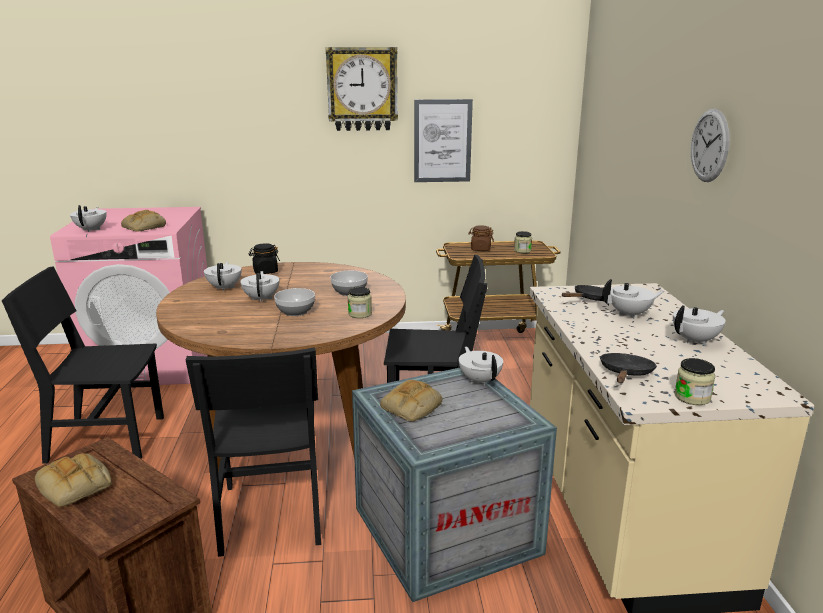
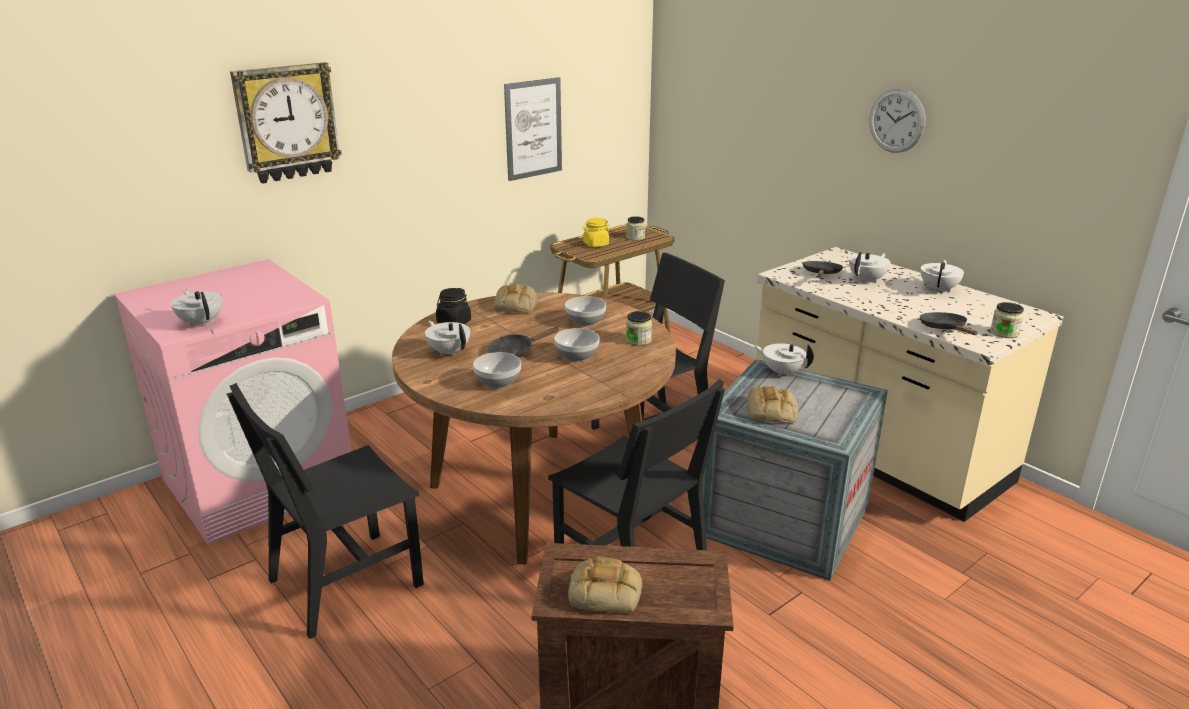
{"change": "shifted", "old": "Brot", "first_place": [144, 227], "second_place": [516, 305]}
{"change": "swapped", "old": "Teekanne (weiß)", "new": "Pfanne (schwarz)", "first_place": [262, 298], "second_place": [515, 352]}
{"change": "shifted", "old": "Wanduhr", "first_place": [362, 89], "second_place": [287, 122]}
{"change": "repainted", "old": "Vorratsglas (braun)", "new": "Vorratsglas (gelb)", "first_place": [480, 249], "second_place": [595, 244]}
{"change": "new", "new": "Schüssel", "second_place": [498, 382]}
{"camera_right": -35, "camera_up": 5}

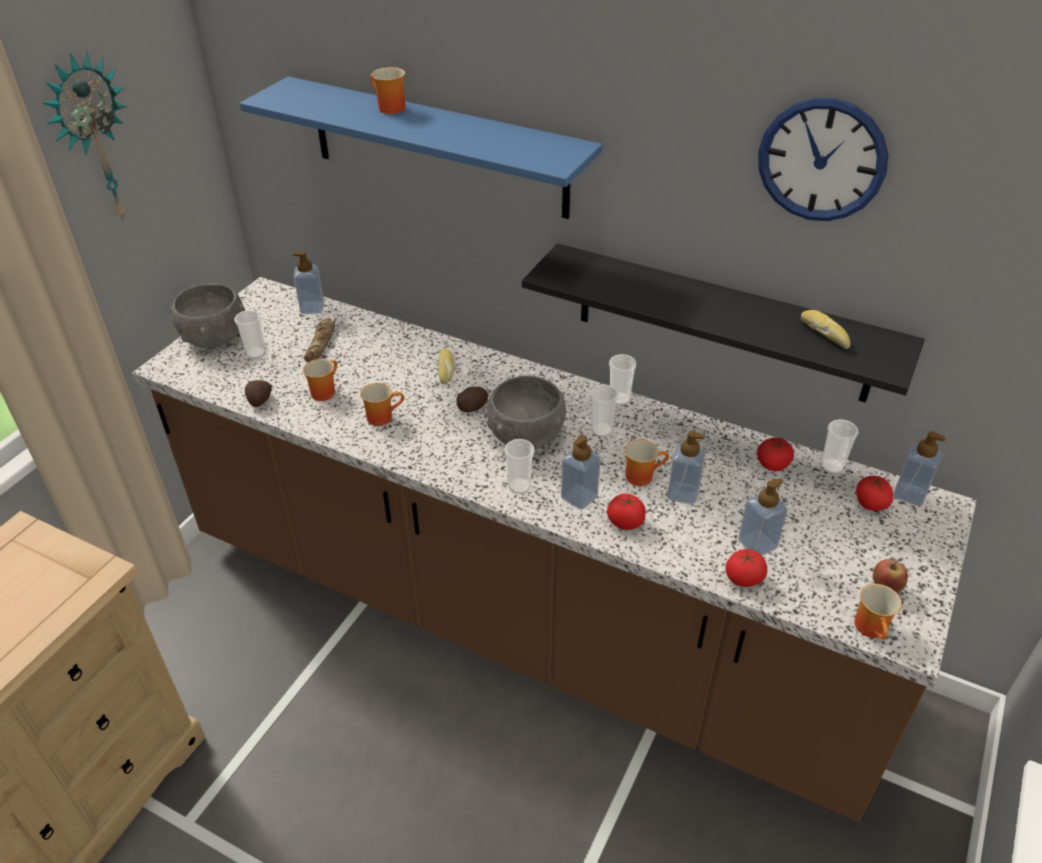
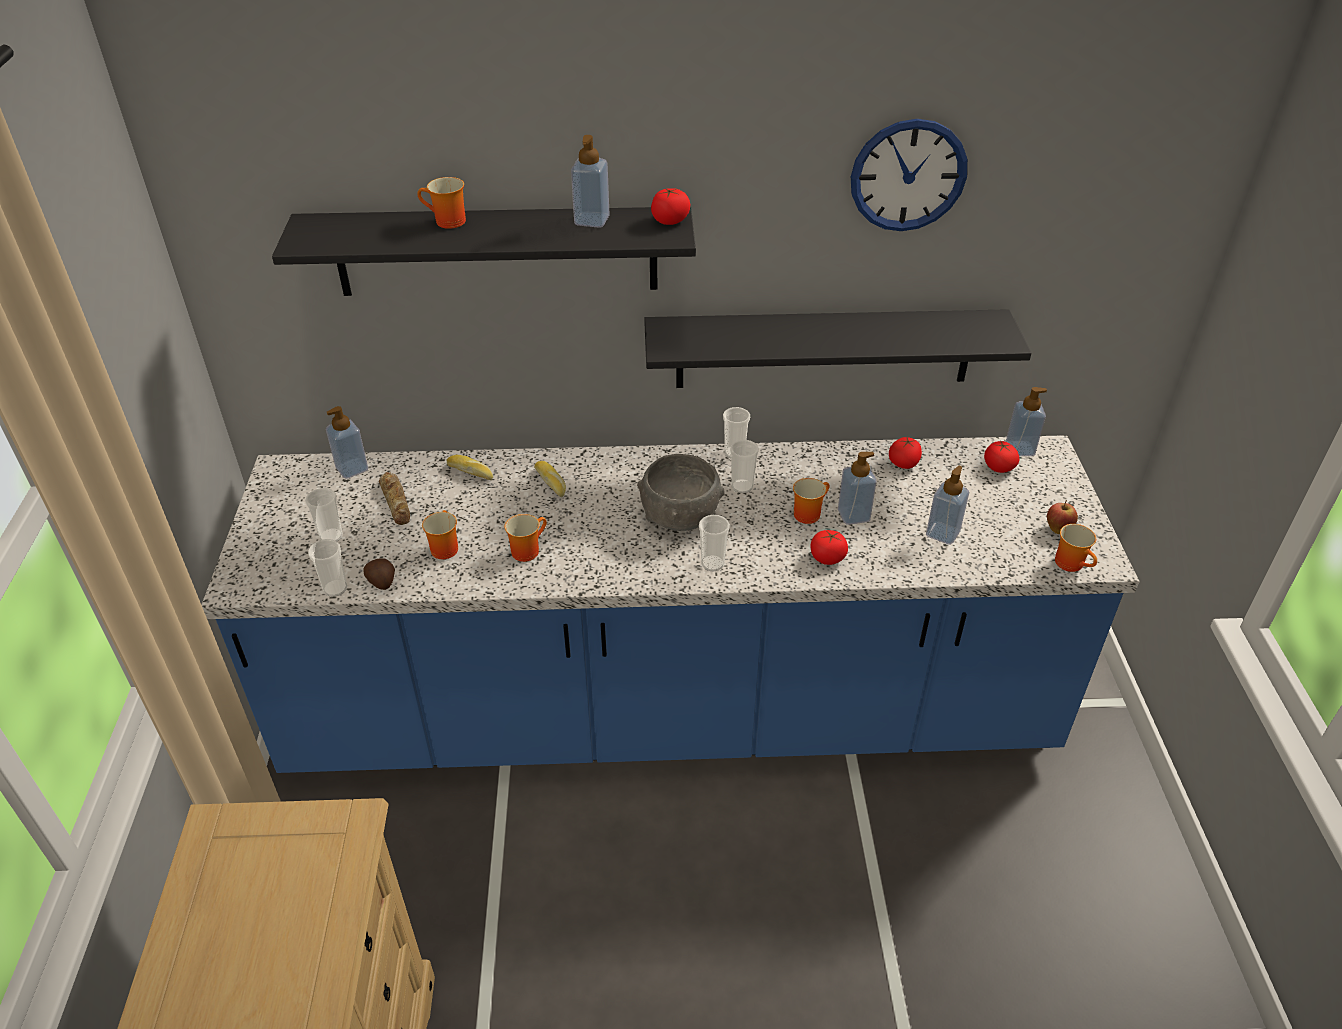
{"change": "gone", "old": "Wanduhr", "first_place": [93, 141]}
{"change": "repainted", "old": "Küchenzeile (braun)", "new": "Küchenzeile (blau)", "first_place": [522, 616], "second_place": [671, 711]}
{"change": "gone", "old": "Schüssel (grau)", "first_place": [214, 337]}
{"change": "repainted", "old": "Wandregal (blau)", "new": "Wandregal (schwarz)", "first_place": [437, 147], "second_place": [497, 251]}
{"change": "gone", "old": "Kartoffel", "first_place": [473, 408]}
{"change": "shifted", "old": "Seifenspender", "first_place": [579, 497], "second_place": [592, 220]}
{"change": "shifted", "old": "Tomate", "first_place": [743, 578], "second_place": [670, 221]}
{"change": "shifted", "old": "Brot", "first_place": [825, 334], "second_place": [471, 472]}
{"change": "shifted", "old": "Tasse", "first_place": [832, 466], "second_place": [335, 588]}
{"camera_right": -30, "camera_up": 0}

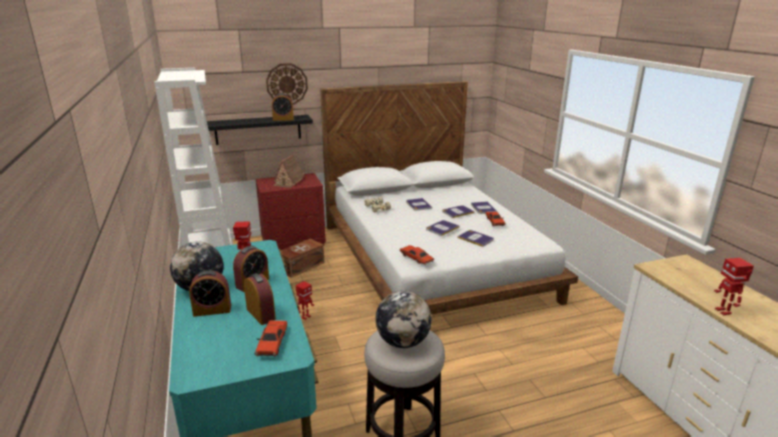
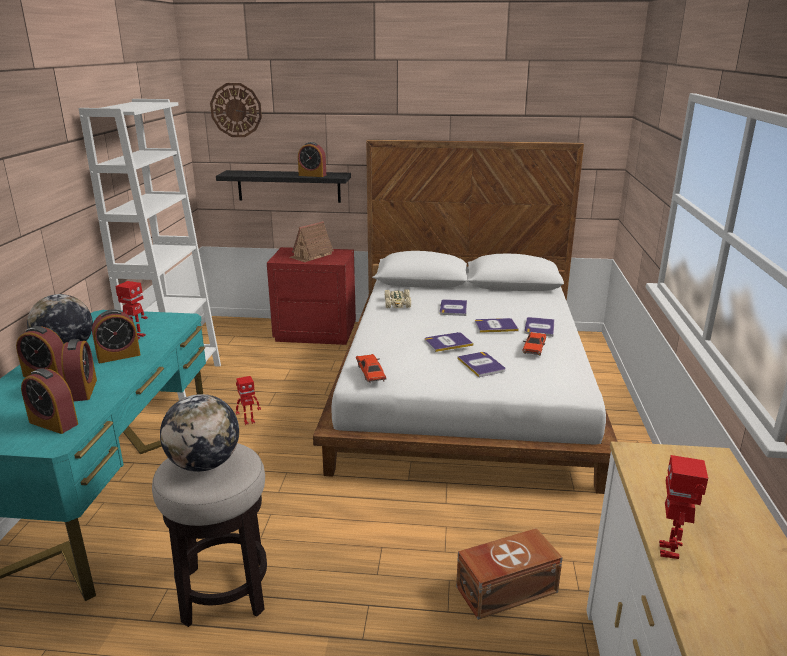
{"change": "swapped", "old": "Spielzeugauto (rot)", "new": "Wecker", "first_place": [272, 343], "second_place": [53, 423]}
{"change": "shifted", "old": "Wanduhr", "first_place": [287, 84], "second_place": [236, 110]}
{"change": "shifted", "old": "Aufbewahrungsbox (braun)", "first_place": [300, 266], "second_place": [504, 588]}
{"camera_right": 25, "camera_up": 0}

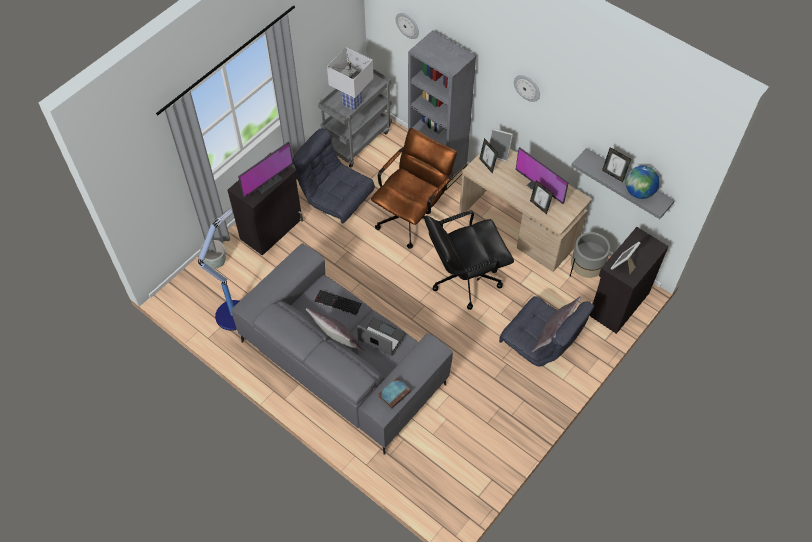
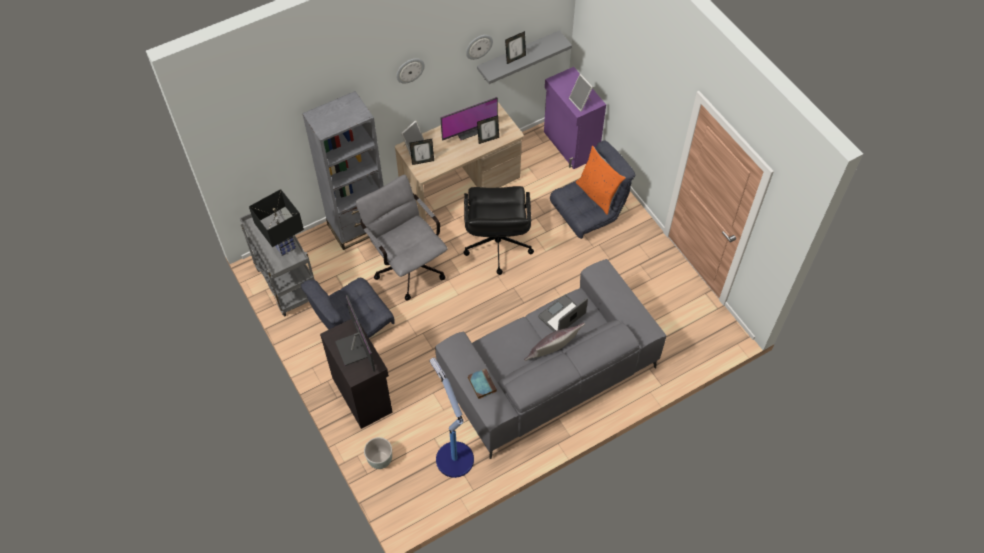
{"change": "gone", "old": "Tastatur", "first_place": [337, 303]}
{"change": "repainted", "old": "Tischlampe (weiß)", "new": "Tischlampe (schwarz)", "first_place": [352, 103], "second_place": [284, 247]}
{"change": "repainted", "old": "Bürostuhl (braun)", "new": "Bürostuhl (grau)", "first_place": [413, 216], "second_place": [406, 264]}
{"change": "shifted", "old": "Buch", "first_place": [394, 393], "second_place": [481, 384]}
{"change": "shifted", "old": "Wanduhr", "first_place": [408, 25], "second_place": [478, 46]}
{"change": "repainted", "old": "Kissen (grau)", "new": "Kissen (orange)", "first_place": [552, 336], "second_place": [597, 194]}
{"change": "gone", "old": "Pflanzkübel (grau)", "first_place": [585, 271]}
{"change": "repainted", "old": "Schrank (schwarz)", "new": "Schrank (lila)", "first_place": [618, 303], "second_place": [570, 145]}
{"change": "gone", "old": "Globus", "first_place": [639, 192]}
{"camera_right": -70, "camera_up": 0}

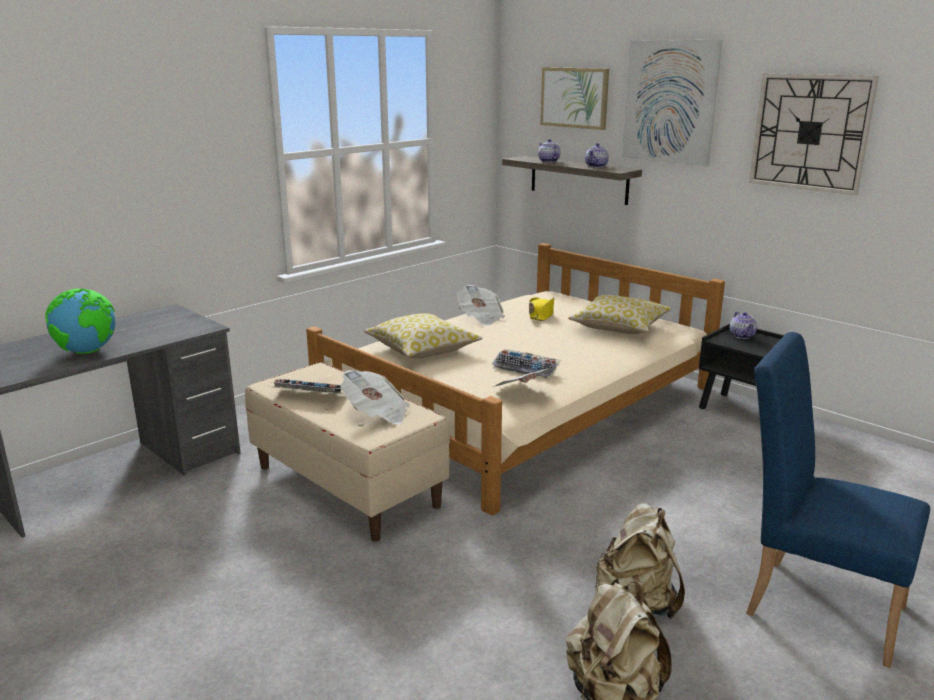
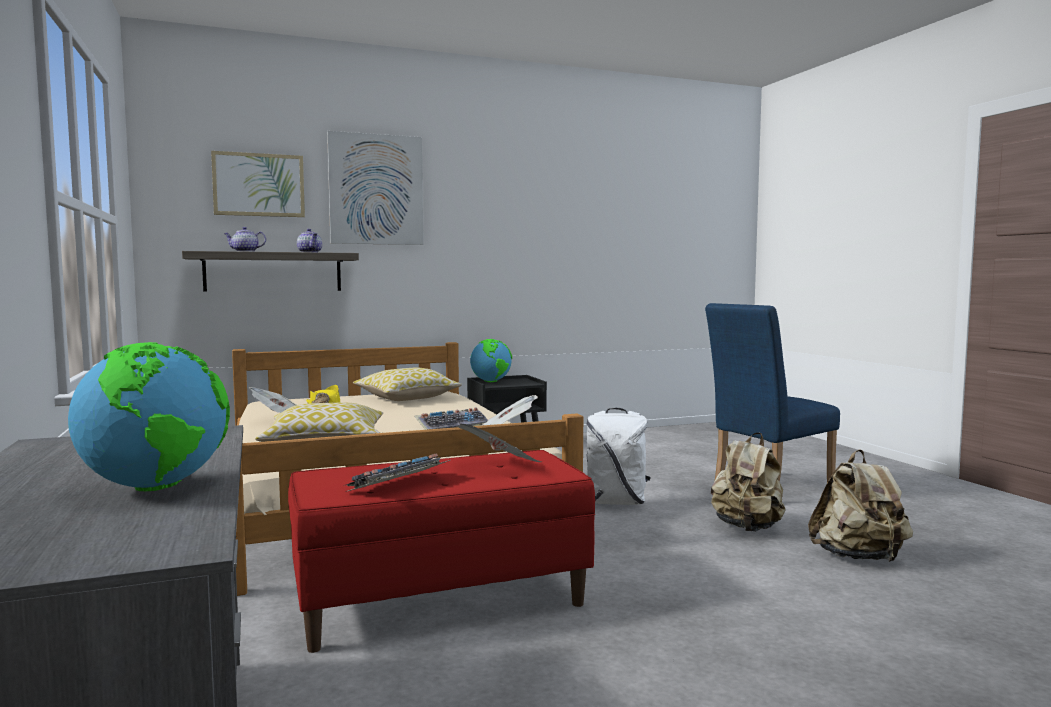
{"change": "repainted", "old": "Bank (beige)", "new": "Bank (rot)", "first_place": [347, 486], "second_place": [441, 601]}
{"change": "swapped", "old": "Teekanne", "new": "Globus", "first_place": [742, 335], "second_place": [491, 382]}
{"change": "gone", "old": "Wanduhr", "first_place": [810, 132]}
{"change": "new", "new": "Rucksack (weiß)", "second_place": [616, 502]}
{"camera_right": -65, "camera_up": -15}

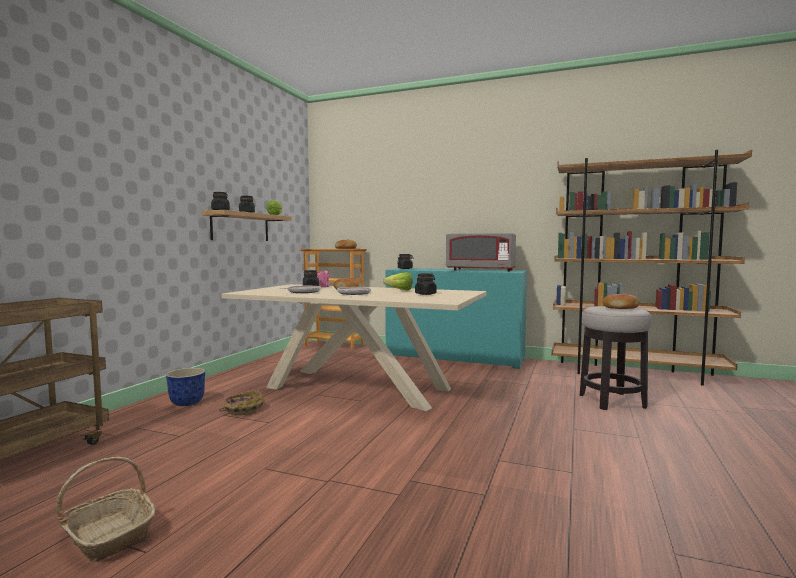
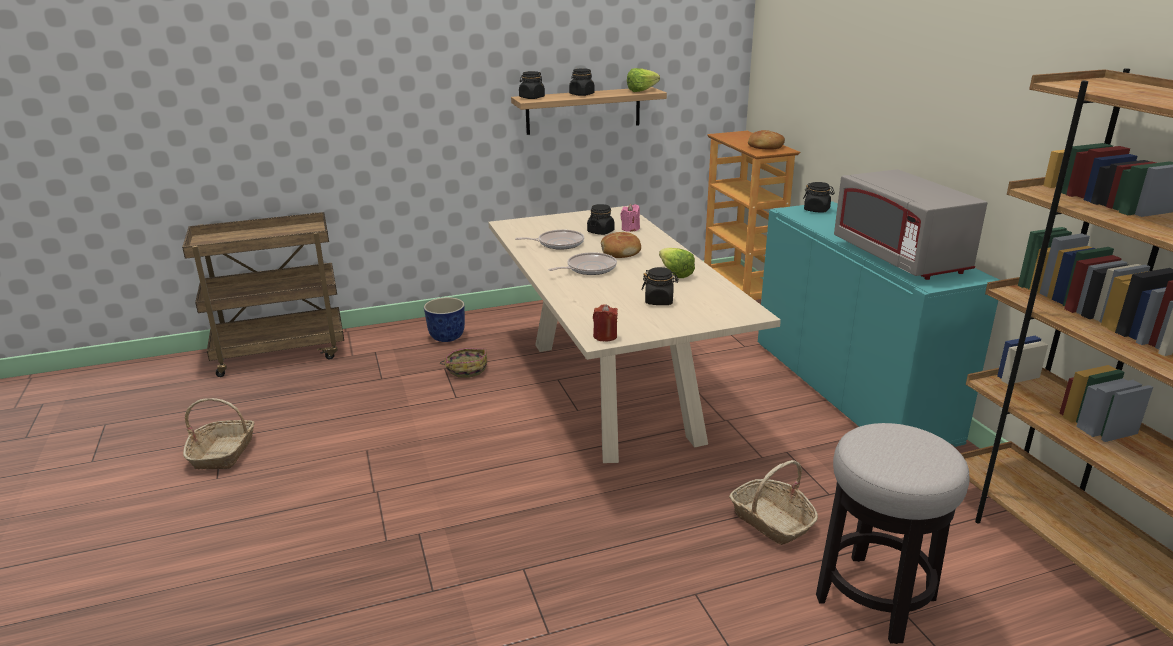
{"change": "gone", "old": "Brot", "first_place": [621, 307]}
{"change": "new", "new": "Kerze (rot)", "second_place": [605, 336]}
{"change": "new", "new": "Korb", "second_place": [771, 521]}
{"camera_right": 50, "camera_up": 20}

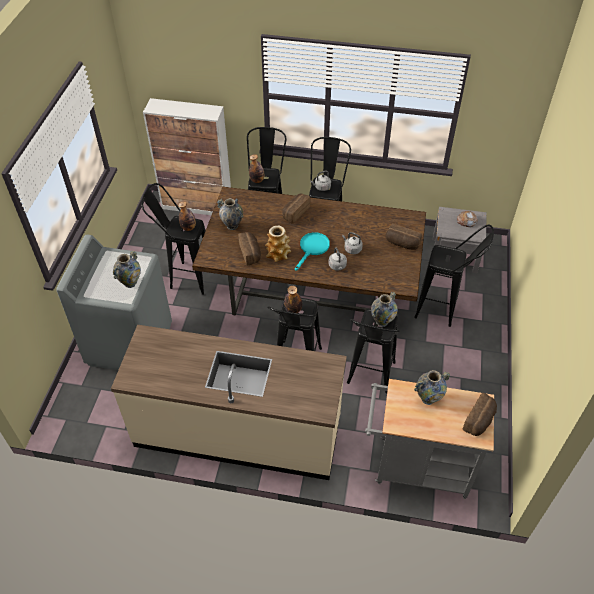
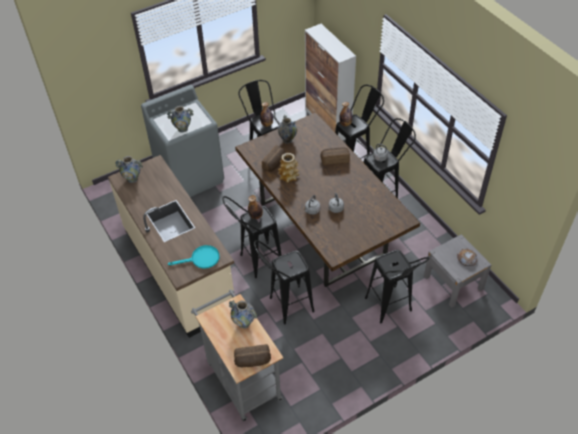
{"change": "shifted", "old": "Pfanne (türkis)", "first_place": [312, 248], "second_place": [201, 259]}
{"change": "shifted", "old": "Vase", "first_place": [382, 321], "second_place": [132, 179]}
{"change": "gone", "old": "Brot", "first_place": [402, 244]}
{"camera_right": 50, "camera_up": 0}

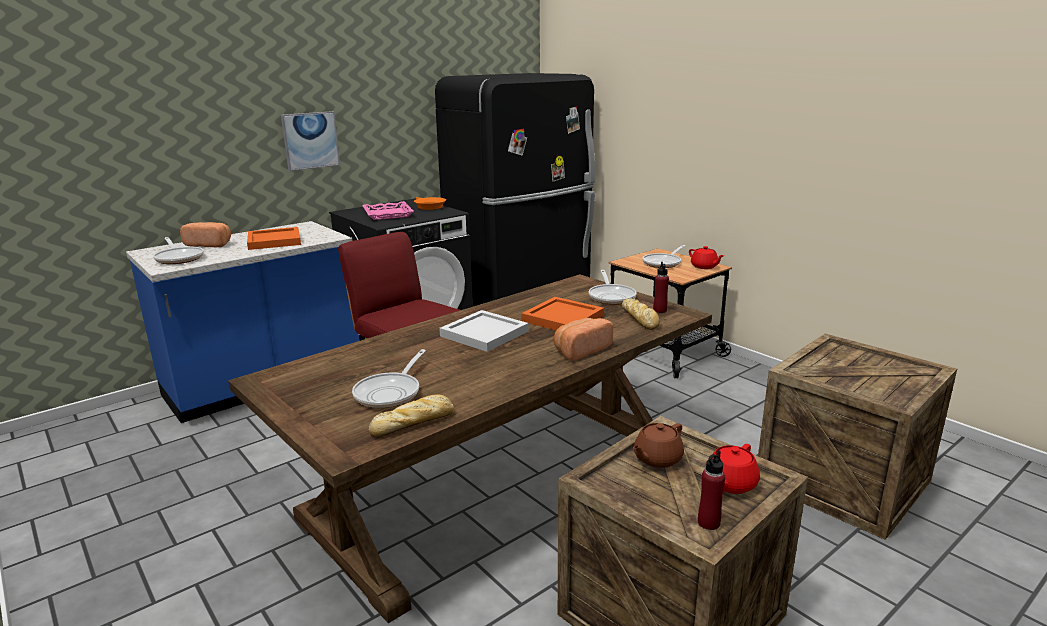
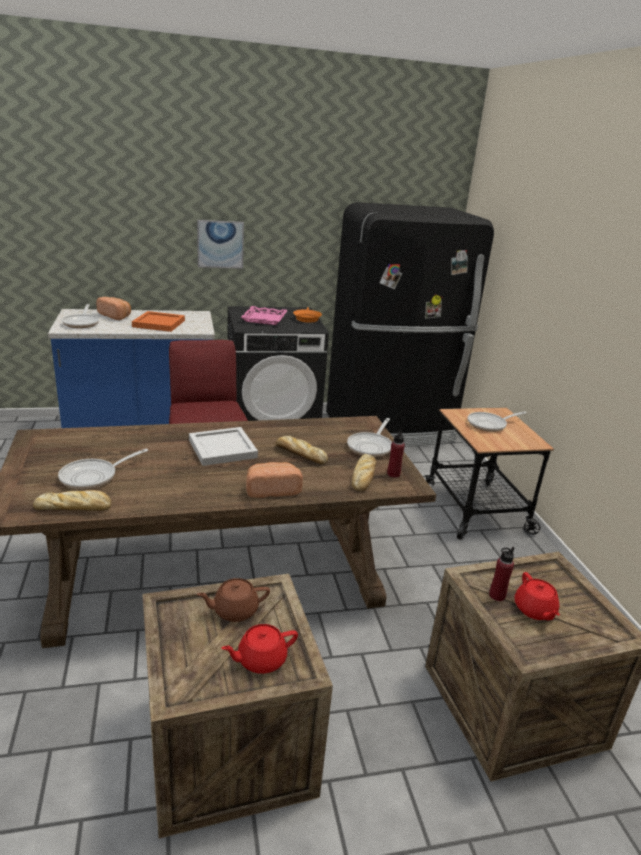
{"change": "swapped", "old": "Tablett (orange)", "new": "Brot", "first_place": [561, 318], "second_place": [299, 454]}
{"change": "shifted", "old": "Teekanne (rot)", "first_place": [704, 267], "second_place": [534, 610]}
{"change": "shifted", "old": "Flasche (rot)", "first_place": [708, 523], "second_place": [497, 595]}
{"camera_right": 25, "camera_up": 5}

